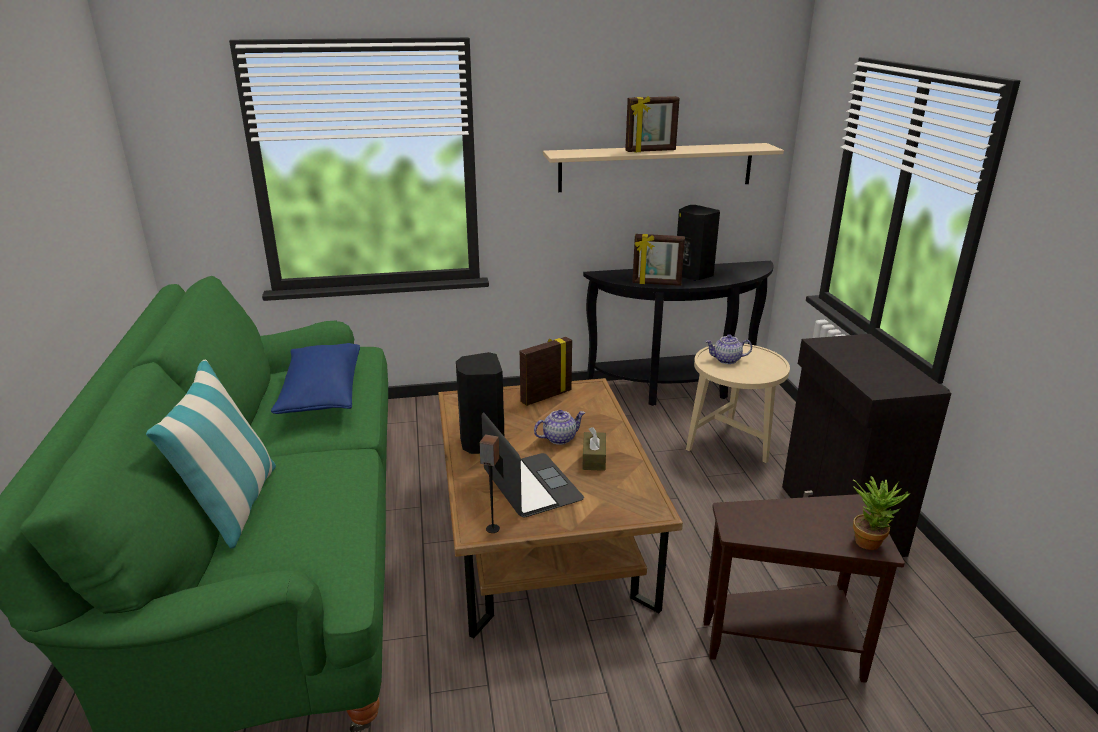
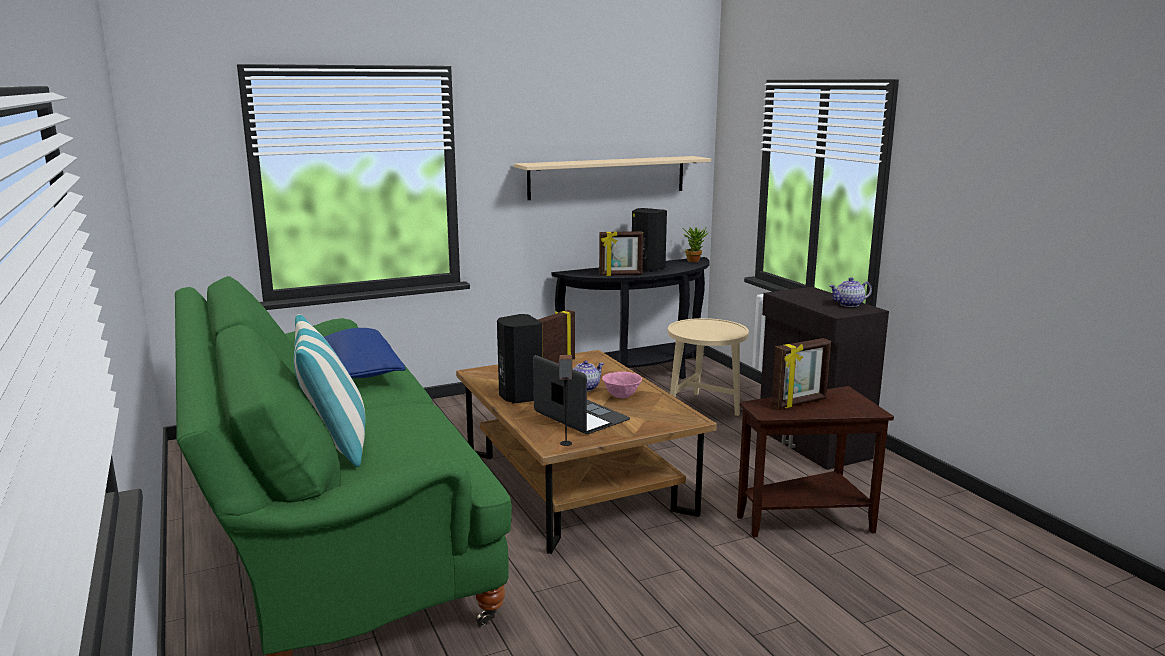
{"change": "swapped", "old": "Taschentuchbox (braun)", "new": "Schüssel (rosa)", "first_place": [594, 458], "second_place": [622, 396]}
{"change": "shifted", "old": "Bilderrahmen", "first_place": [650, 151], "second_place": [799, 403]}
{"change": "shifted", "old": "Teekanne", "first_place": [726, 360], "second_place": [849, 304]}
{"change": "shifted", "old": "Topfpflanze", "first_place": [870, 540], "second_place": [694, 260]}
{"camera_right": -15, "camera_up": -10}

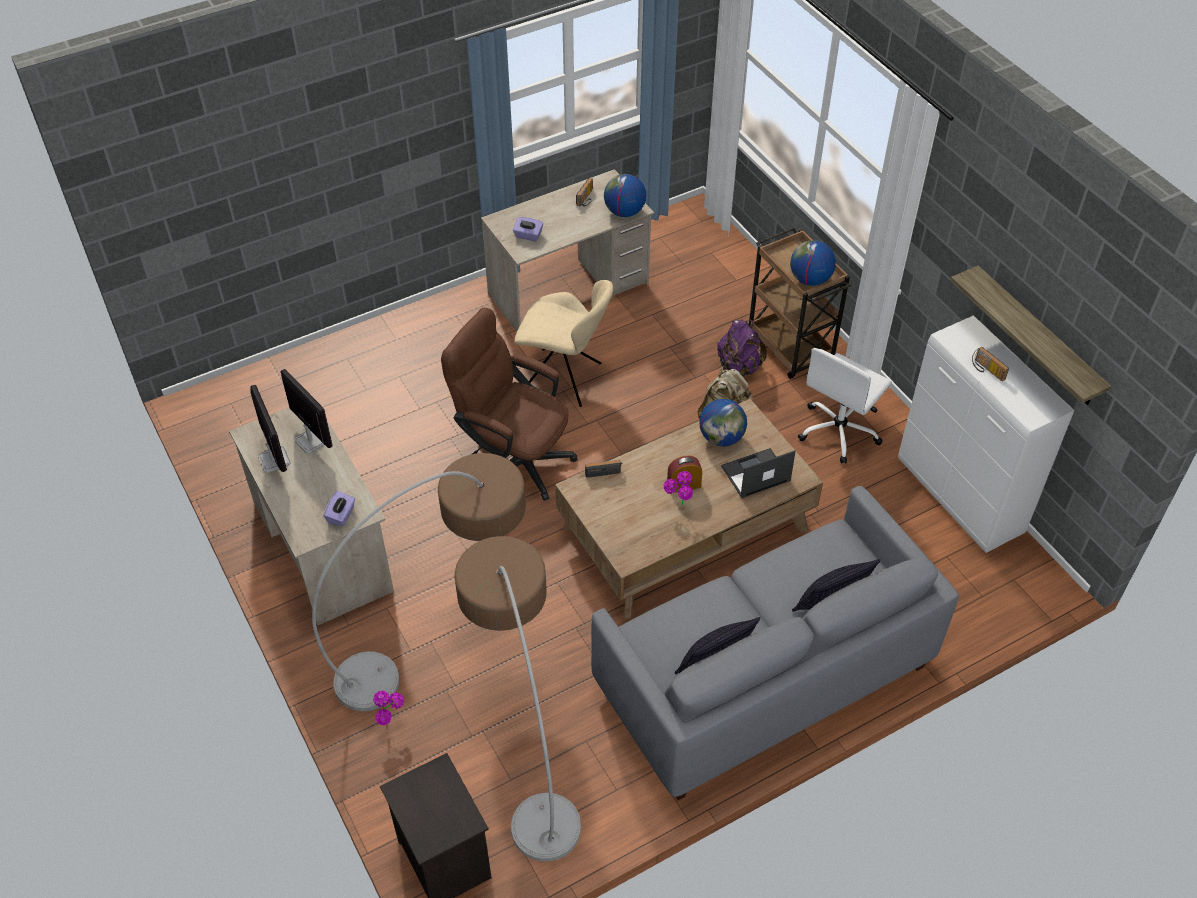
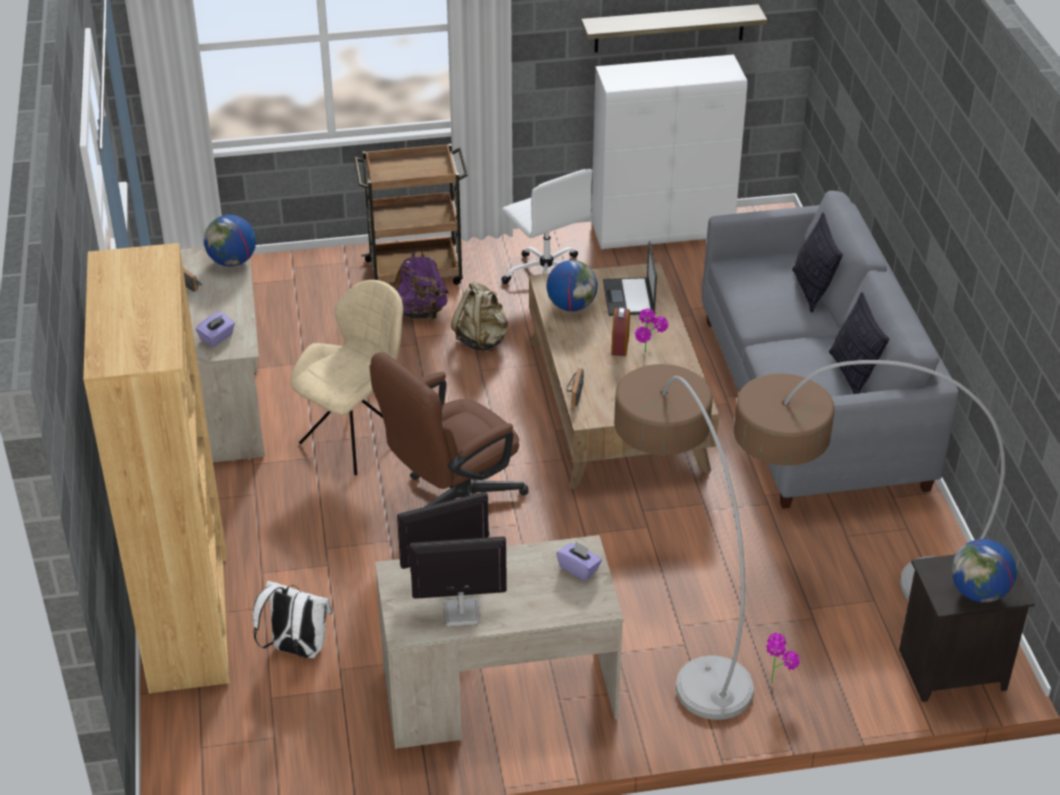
{"change": "shifted", "old": "Globus", "first_place": [810, 279], "second_place": [978, 593]}
{"change": "gone", "old": "Radio", "first_place": [986, 370]}
{"change": "new", "new": "Bücherregal (braun)", "second_place": [189, 618]}
{"change": "new", "new": "Rucksack (weiß)", "second_place": [296, 649]}
{"camera_right": -70, "camera_up": -10}

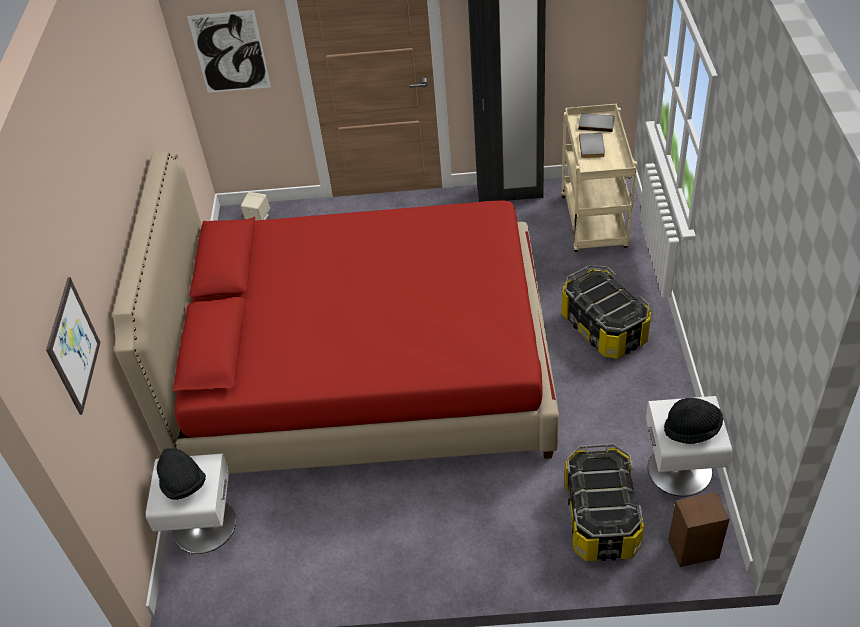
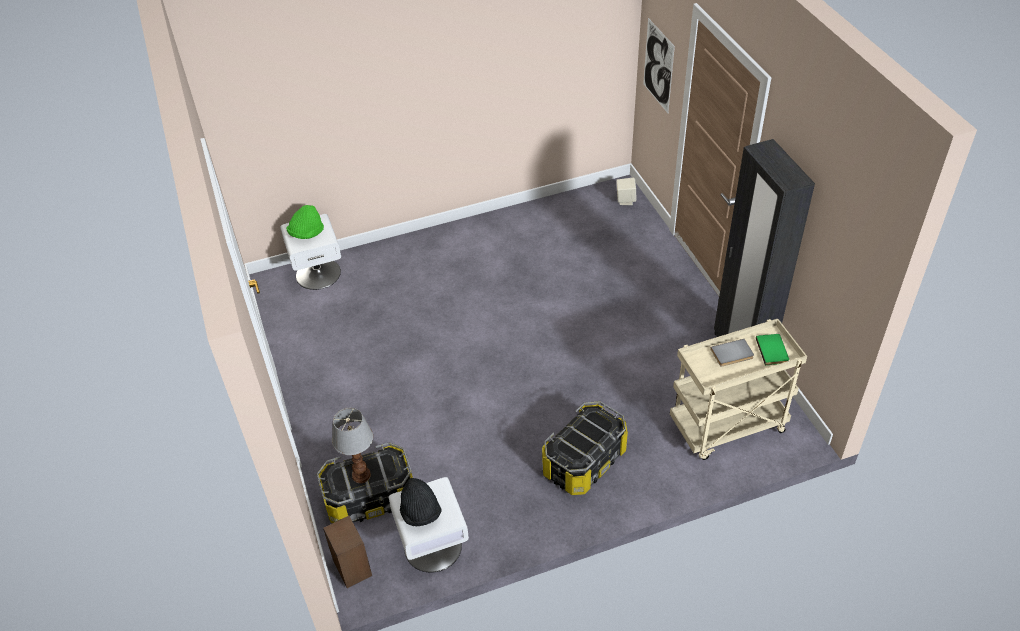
{"change": "gone", "old": "Bild", "first_place": [73, 346]}
{"change": "gone", "old": "Bett (rot)", "first_place": [366, 371]}
{"change": "repainted", "old": "Hut (schwarz)", "new": "Hut (grün)", "first_place": [183, 485], "second_place": [306, 233]}
{"change": "repainted", "old": "Buch (grau)", "new": "Buch (grün)", "first_place": [596, 123], "second_place": [773, 350]}
{"change": "new", "new": "Tischlampe", "second_place": [362, 475]}
{"camera_right": 70, "camera_up": 0}

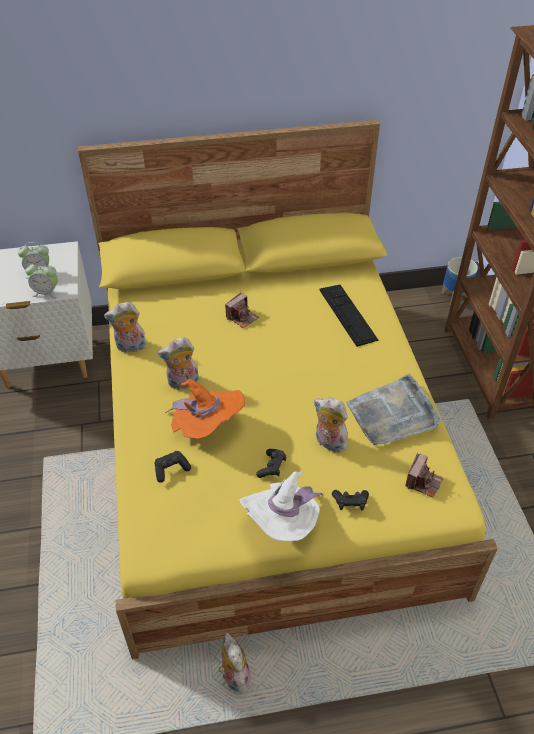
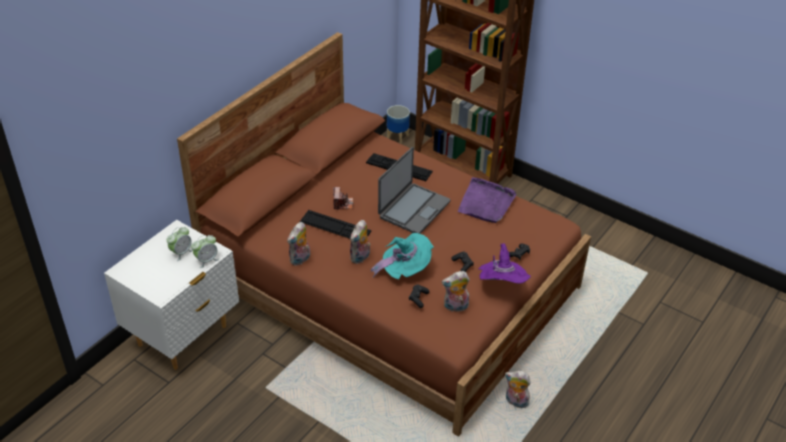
{"change": "repainted", "old": "Bett (gelb)", "new": "Bett (braun)", "first_place": [267, 441], "second_place": [391, 284]}
{"change": "repainted", "old": "Hut (orange)", "new": "Hut (türkis)", "first_place": [206, 427], "second_place": [405, 269]}
{"change": "repainted", "old": "Hut (weiß)", "new": "Hut (lila)", "first_place": [283, 524], "second_place": [501, 285]}
{"change": "shifted", "old": "Plüschtier", "first_place": [328, 443], "second_place": [455, 307]}
{"change": "repainted", "old": "Tablett (grau)", "new": "Tablett (lila)", "first_place": [392, 414], "second_place": [486, 203]}
{"change": "gone", "old": "Kamera", "first_place": [423, 482]}
{"change": "new", "new": "Tastatur", "second_place": [335, 226]}
{"change": "new", "new": "Laptop", "second_place": [413, 209]}
{"camera_right": -45, "camera_up": -5}

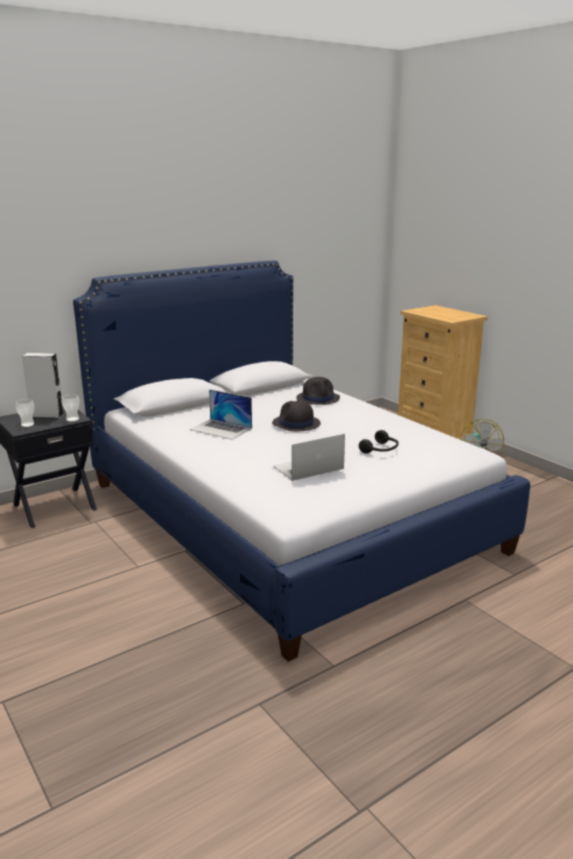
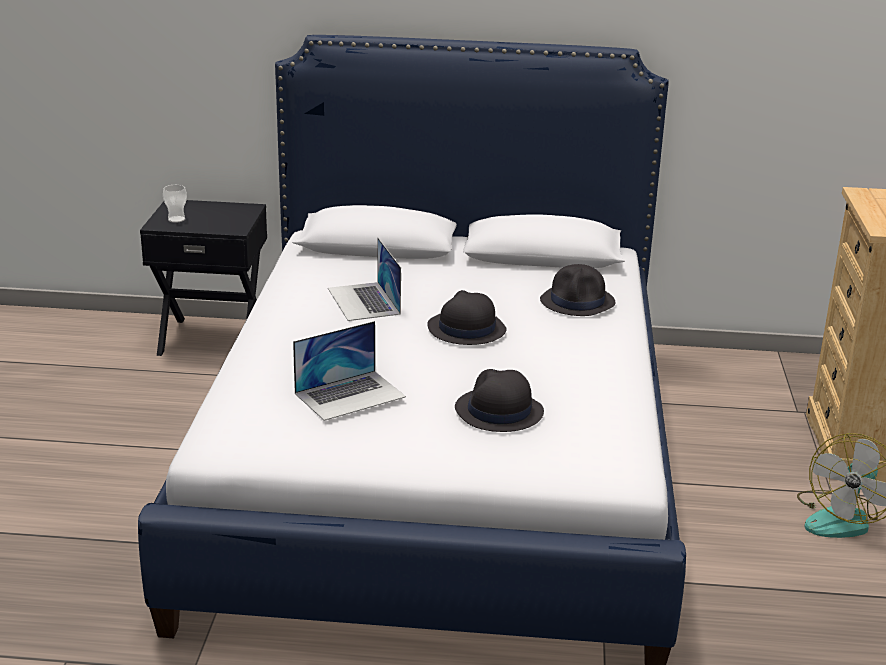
{"change": "gone", "old": "Lautsprecher (grau)", "first_place": [47, 415]}
{"change": "gone", "old": "Tasse", "first_place": [72, 419]}
{"change": "rotated", "old": "Laptop", "first_place": [308, 467], "second_place": [350, 395], "degrees": 135}
{"change": "swapped", "old": "Kopfhörer (schwarz)", "new": "Hut (schwarz)", "first_place": [381, 450], "second_place": [498, 411]}
{"camera_right": 40, "camera_up": 5}

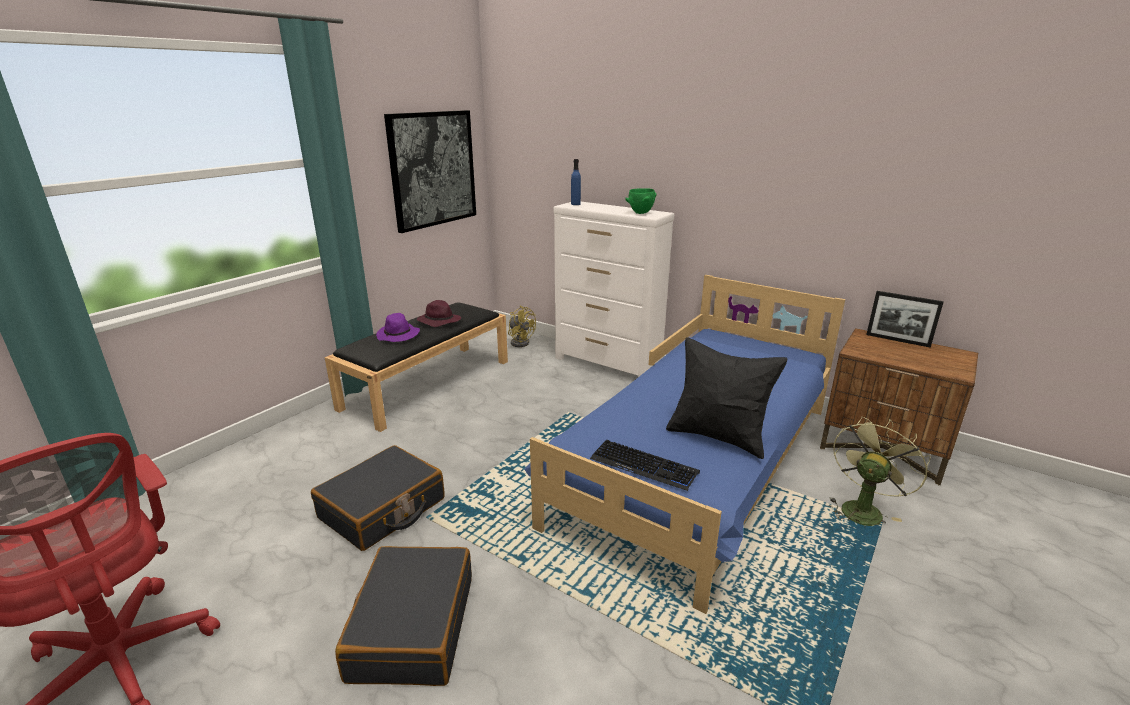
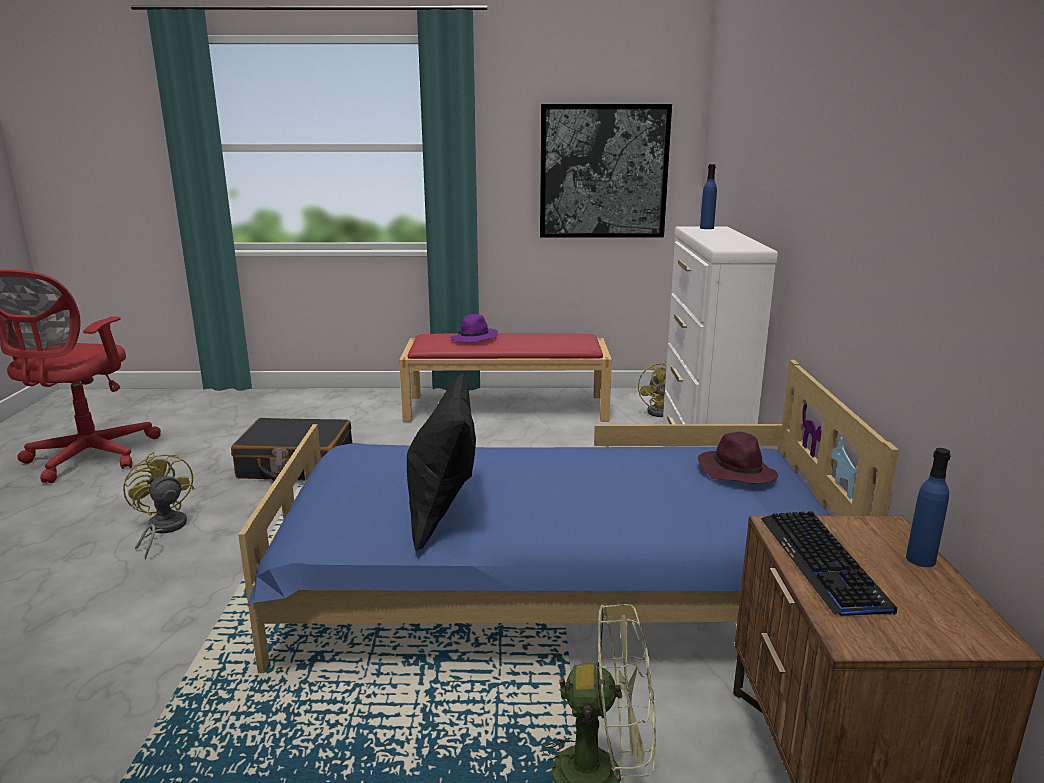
{"change": "repainted", "old": "Bank (schwarz)", "new": "Bank (rot)", "first_place": [428, 383], "second_place": [507, 408]}
{"change": "swapped", "old": "Koffer (schwarz)", "new": "Ventilator (gelb)", "first_place": [412, 627], "second_place": [163, 529]}
{"change": "shifted", "old": "Hut (lila)", "first_place": [438, 321], "second_place": [735, 471]}
{"change": "shifted", "old": "Tastatur", "first_place": [644, 466], "second_place": [822, 563]}
{"change": "gone", "old": "Schüssel (grün)", "first_place": [640, 213]}
{"change": "swapped", "old": "Bilderrahmen", "new": "Flasche (blau)", "first_place": [897, 340], "second_place": [920, 559]}
{"camera_right": 55, "camera_up": -5}

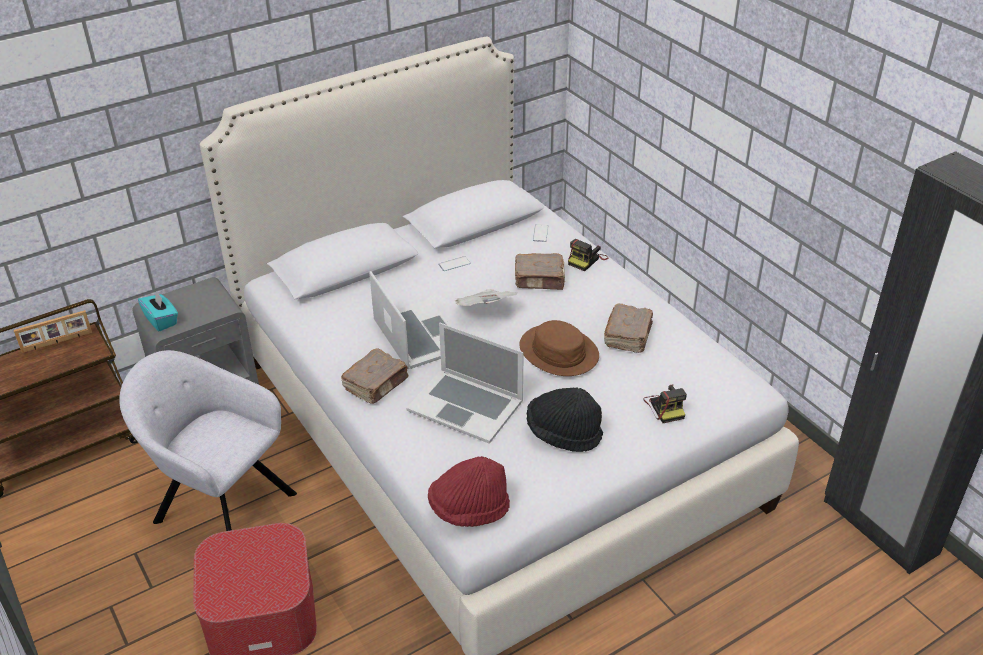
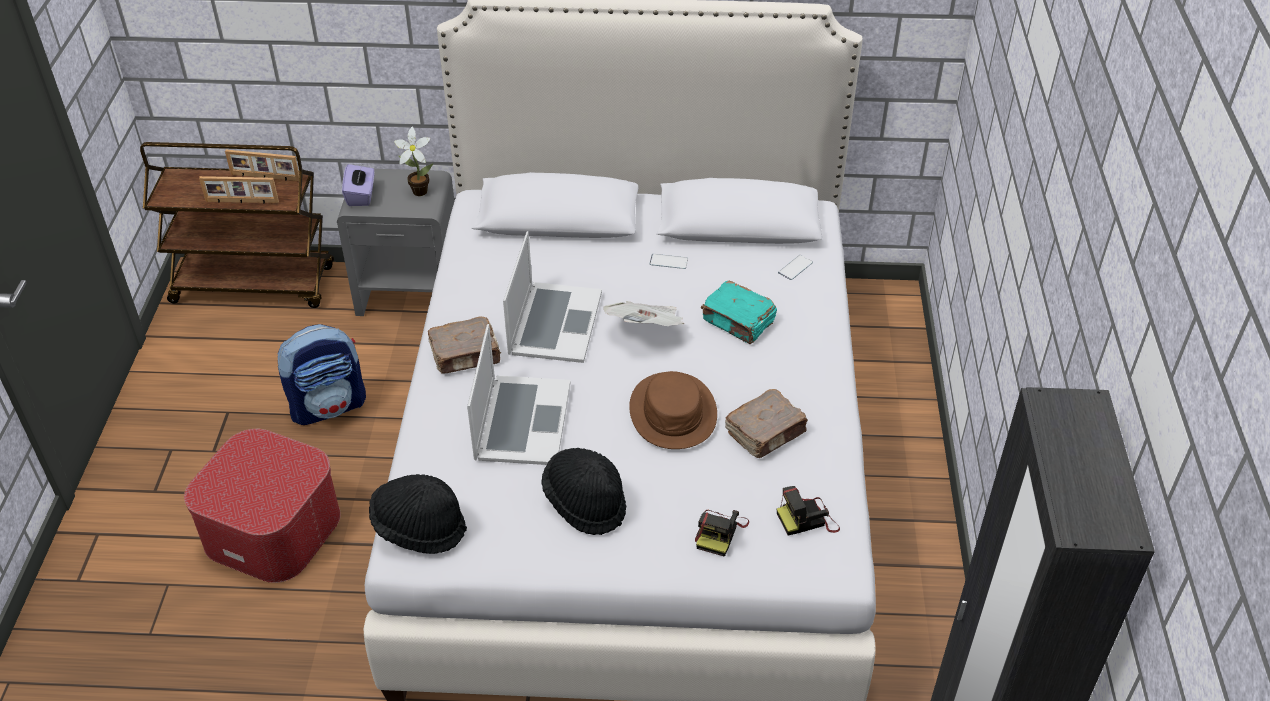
{"change": "swapped", "old": "Sessel (grau)", "new": "Rucksack", "first_place": [220, 505], "second_place": [329, 406]}
{"change": "repainted", "old": "Taschentuchbox (türkis)", "new": "Taschentuchbox (lila)", "first_place": [161, 320], "second_place": [361, 195]}
{"change": "rotated", "old": "Laptop", "first_place": [465, 405], "second_place": [522, 420], "degrees": -150}
{"change": "repainted", "old": "Hut (rot)", "new": "Hut (schwarz)", "first_place": [469, 509], "second_place": [419, 528]}
{"change": "repainted", "old": "Buch (braun)", "new": "Buch (türkis)", "first_place": [540, 280], "second_place": [738, 322]}
{"change": "shifted", "old": "Kamera", "first_place": [586, 260], "second_place": [808, 519]}
{"change": "new", "new": "Bilderrahmen", "second_place": [242, 202]}
{"change": "new", "new": "Topfpflanze", "second_place": [418, 190]}
{"camera_right": 35, "camera_up": 5}

